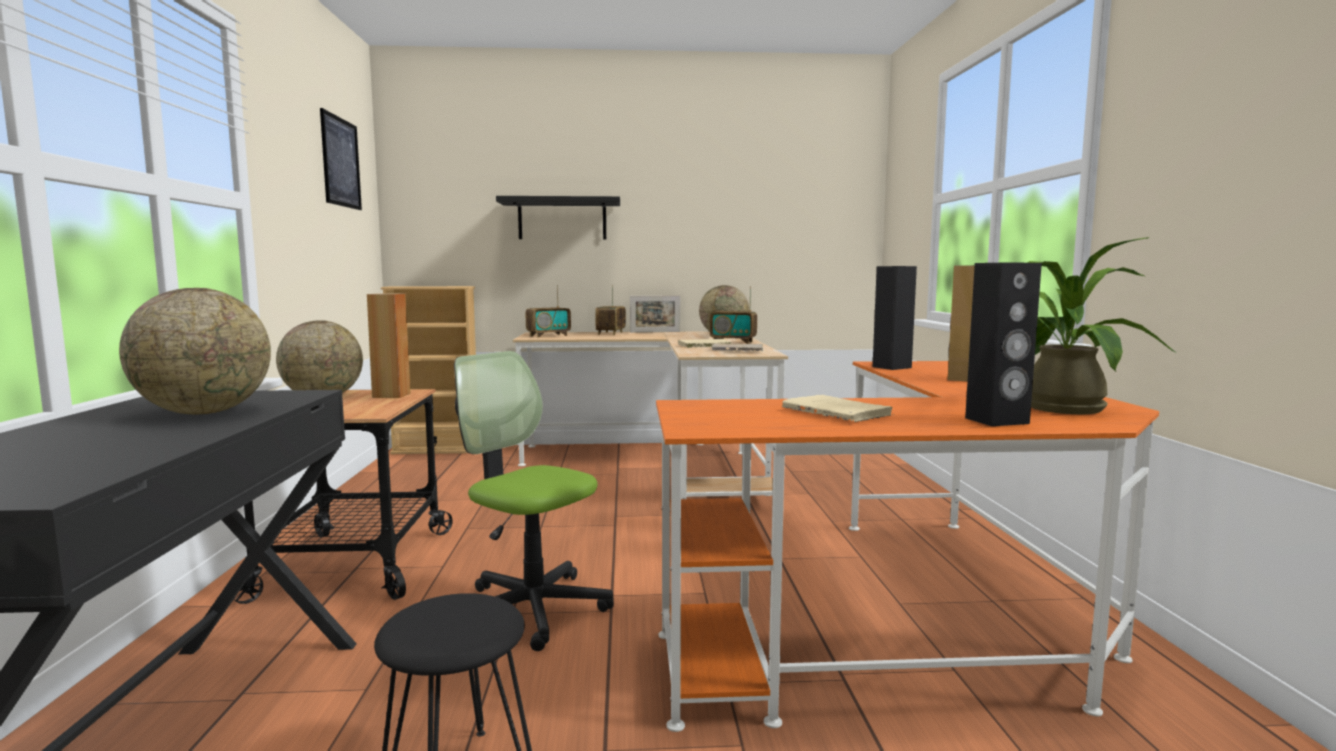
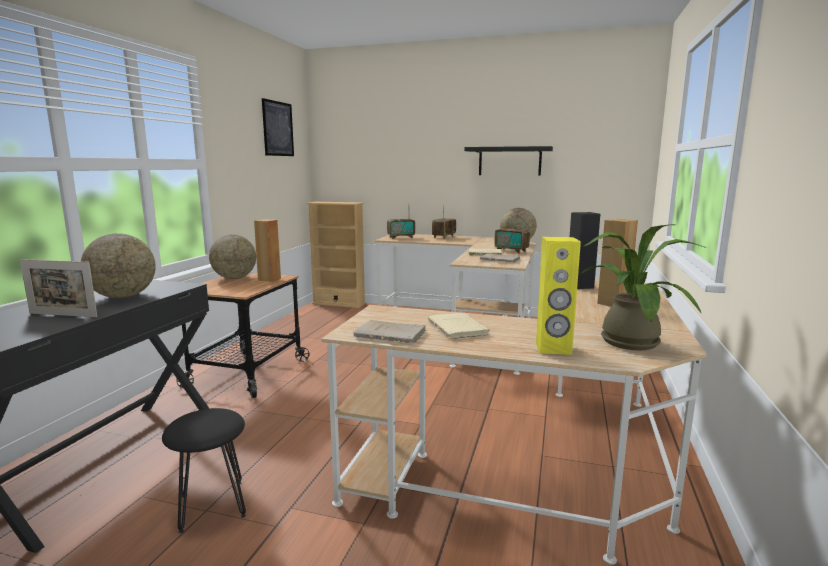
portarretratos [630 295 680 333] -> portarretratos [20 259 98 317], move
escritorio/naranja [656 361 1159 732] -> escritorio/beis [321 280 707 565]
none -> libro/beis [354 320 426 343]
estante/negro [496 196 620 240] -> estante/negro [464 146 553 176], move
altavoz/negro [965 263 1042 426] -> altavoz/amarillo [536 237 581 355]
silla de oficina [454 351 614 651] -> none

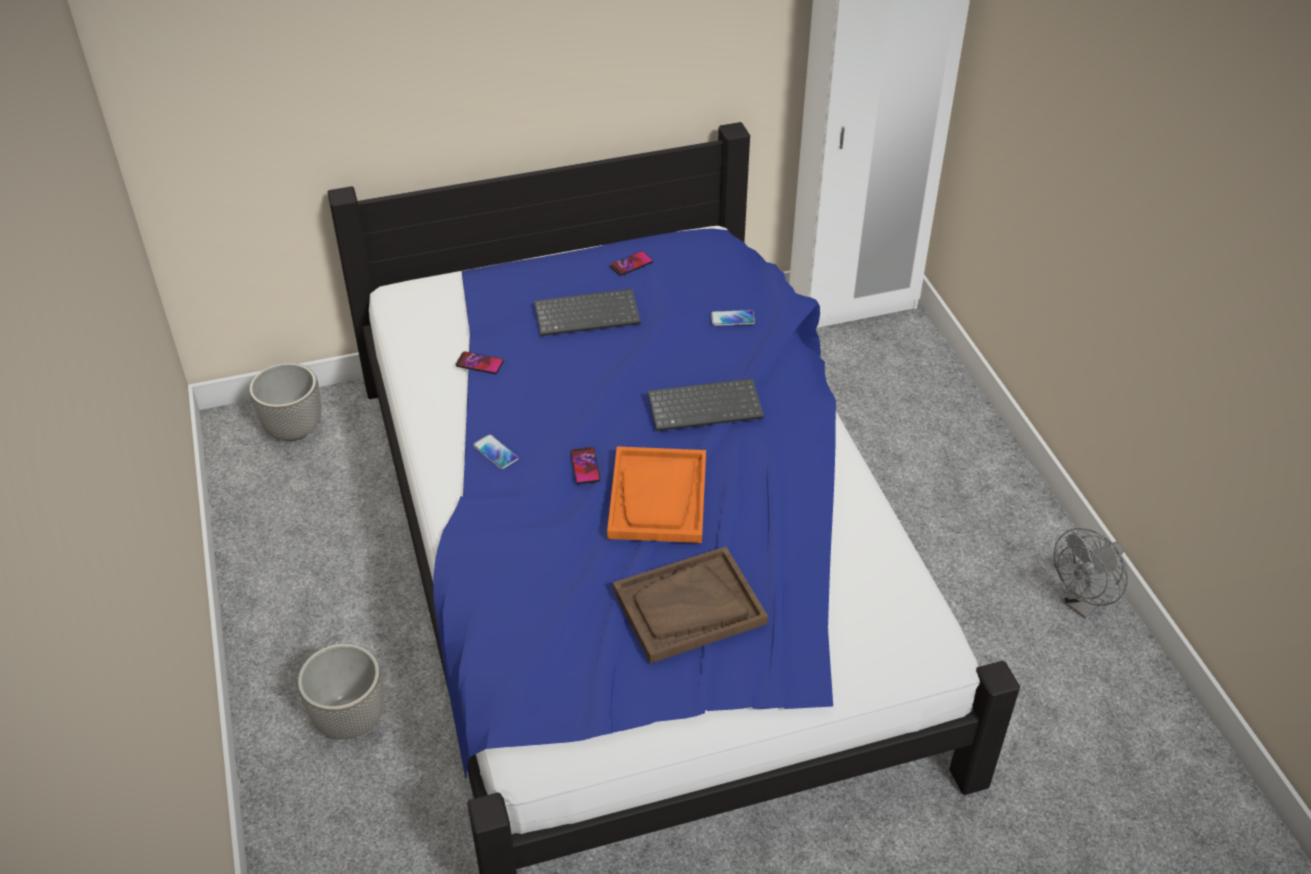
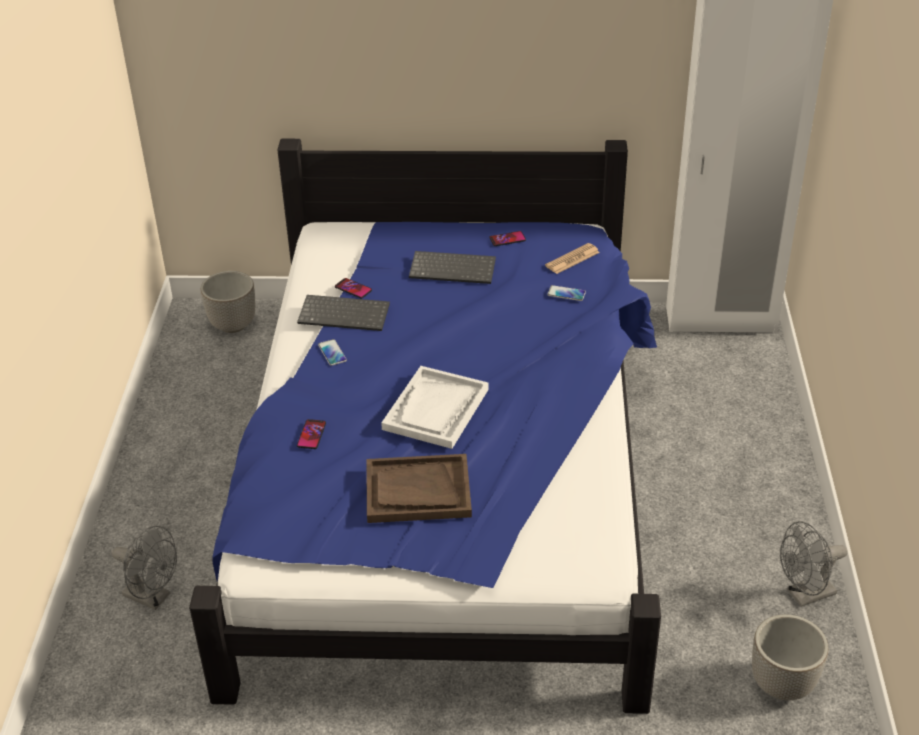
none -> ventilador/gris [112 526 177 610]
teclado [648 378 764 431] -> teclado [297 295 390 331], move
móvil [570 447 600 484] -> móvil [297 419 326 449], move
bandeja/naranja [607 446 706 543] -> bandeja/blanco [381 366 488 449]
none -> periódico [545 243 600 274]
maceta [298 644 384 740] -> maceta [752 615 828 700], move

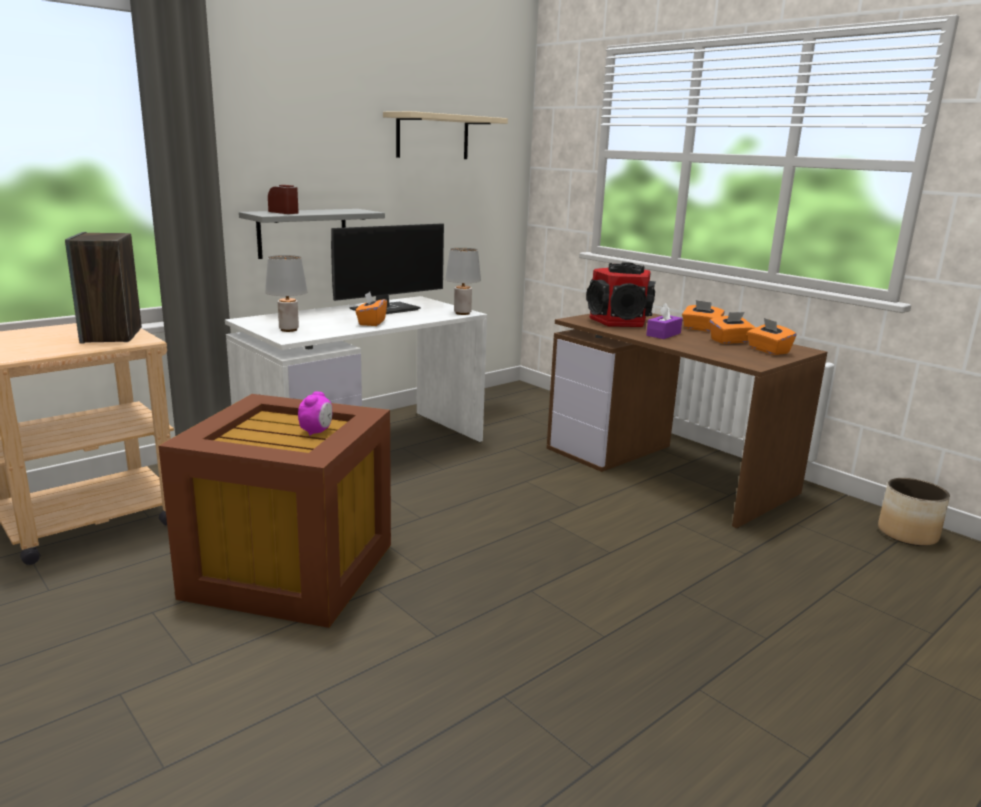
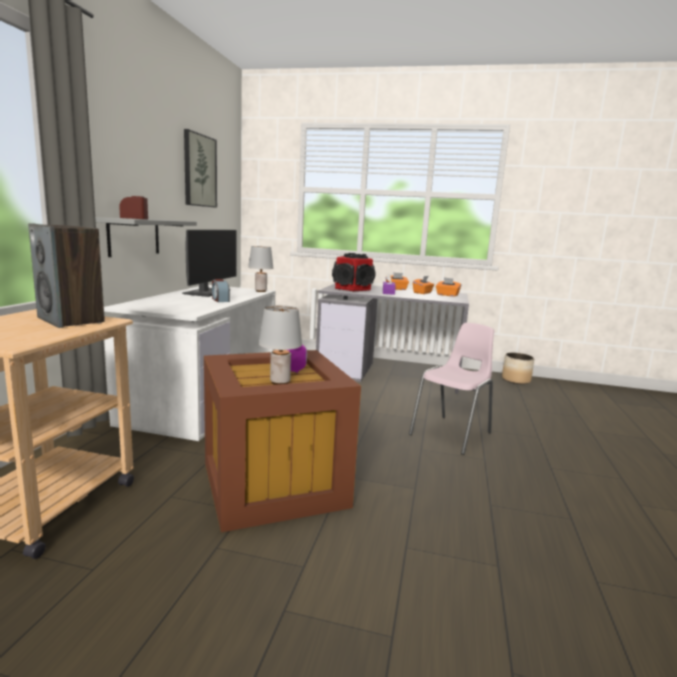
estante/beis [383 111 508 159] -> cuadro [184 129 217 208]
caja de pañuelos/naranja [355 292 387 326] -> despertador [212 279 230 302]
lámpara de mesa/gris [265 255 307 332] -> lámpara de mesa/gris [259 305 302 385], move
escritorio/marrón [547 313 827 528] -> escritorio/gris [316 283 469 394]
none -> silla/rosa [409 323 494 455]

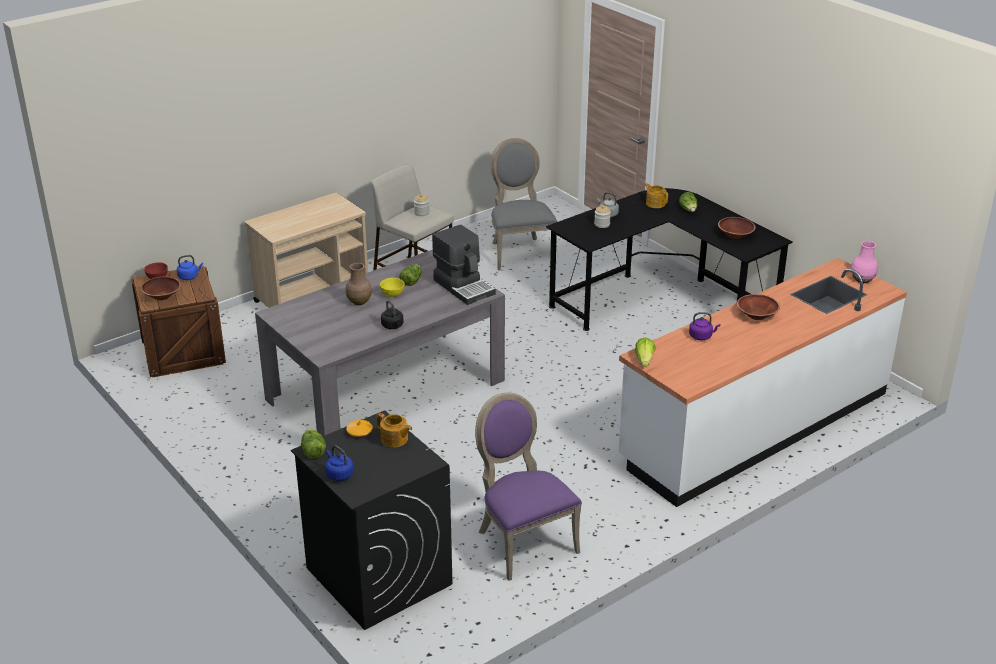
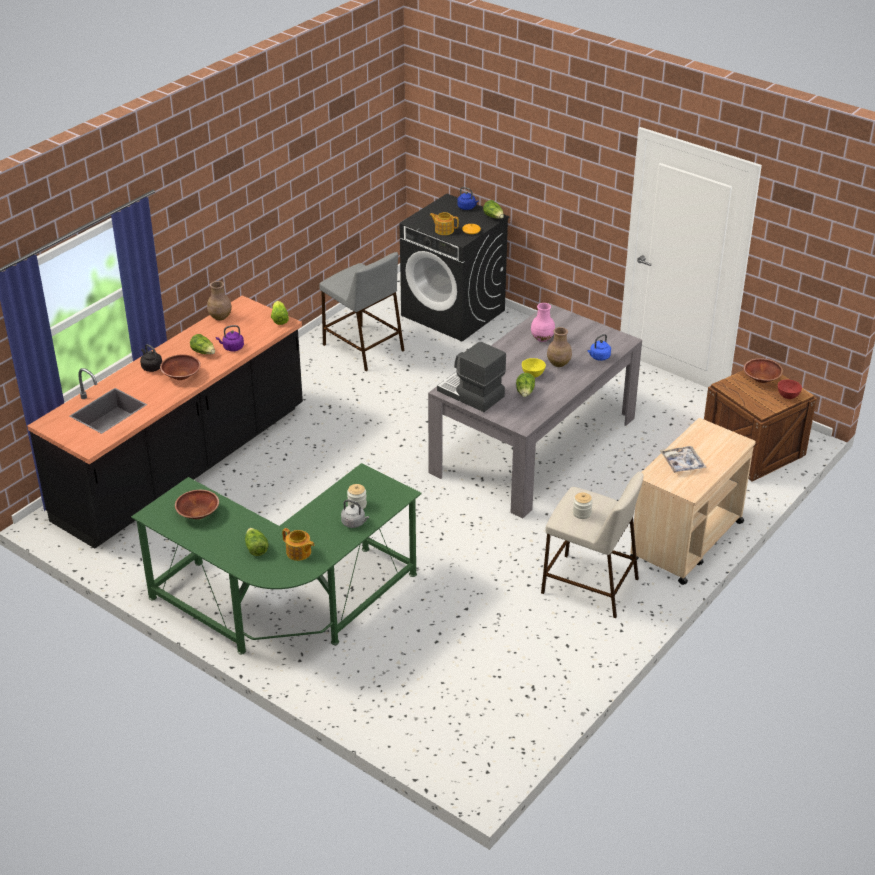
mueble bajo de cocina/blanco [618 258 907 507] -> mueble bajo de cocina/negro [27 295 303 548]
escritorio/negro [546 188 793 331] -> escritorio/verde [131 463 422 655]
hervidor/negro [381 300 403 329] -> hervidor/negro [140 344 162 372], move
none -> lechuga [190 334 215 354]
none -> florero/marrón [207 281 232 320]
silla/morado [475 393 582 581] -> taburete/gris [319 252 405 371]
florero/rosa [851 241 878 283] -> florero/rosa [531 303 555 342], move
hervidor/azul [177 255 203 280] -> hervidor/azul [587 334 611 361], move
none -> bandeja [660 446 706 473]
silla/gris [491 138 557 270] -> none

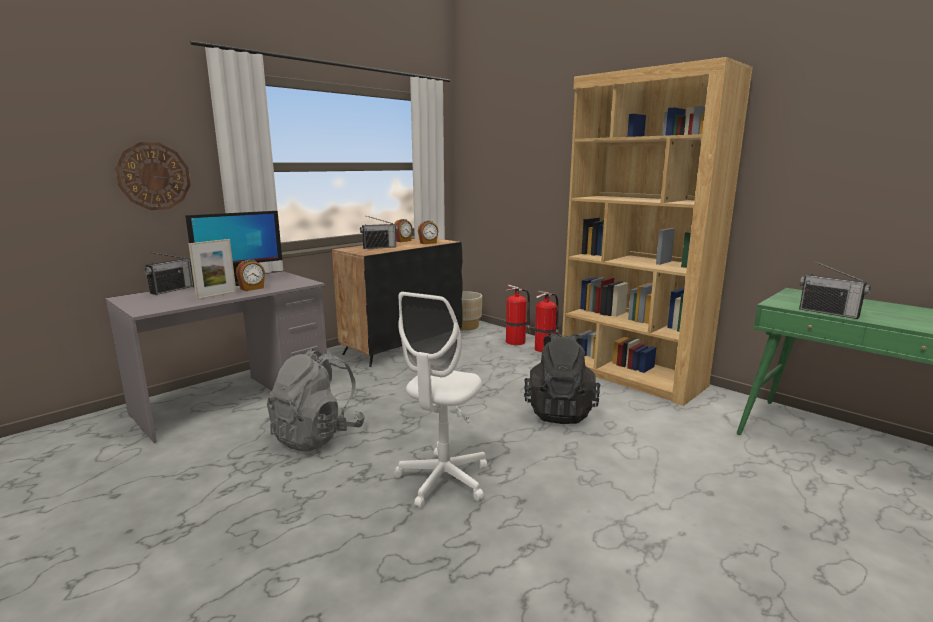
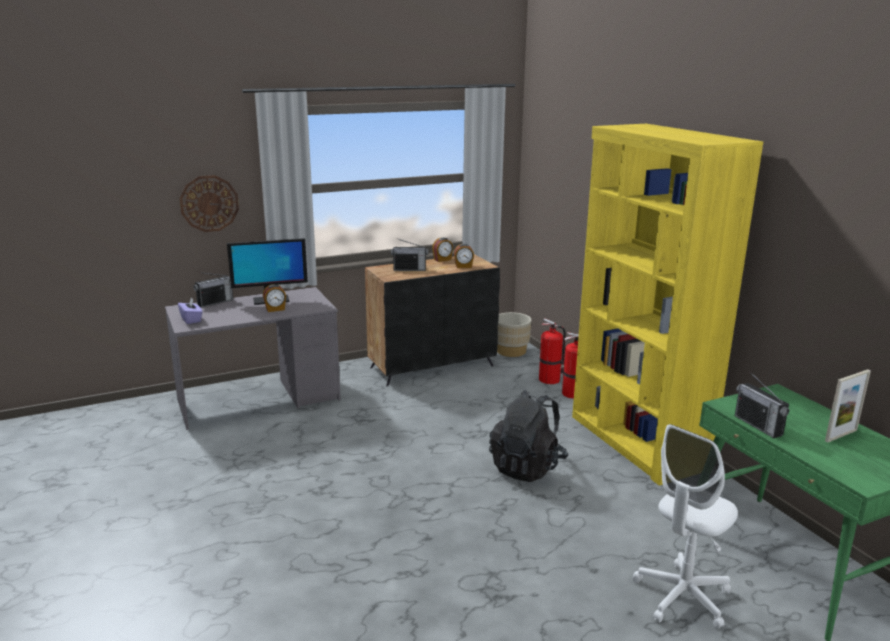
none -> caja de pañuelos/morado [178 298 203 324]
estantería/marrón [562 57 753 406] -> estantería/amarillo [572 124 763 486]
silla de oficina/blanco [394 292 487 509] -> silla de oficina/blanco [633 424 738 629], move
portarretratos [188 239 236 300] -> portarretratos [825 369 871 443], move
mochila/gris [267 348 365 452] -> none

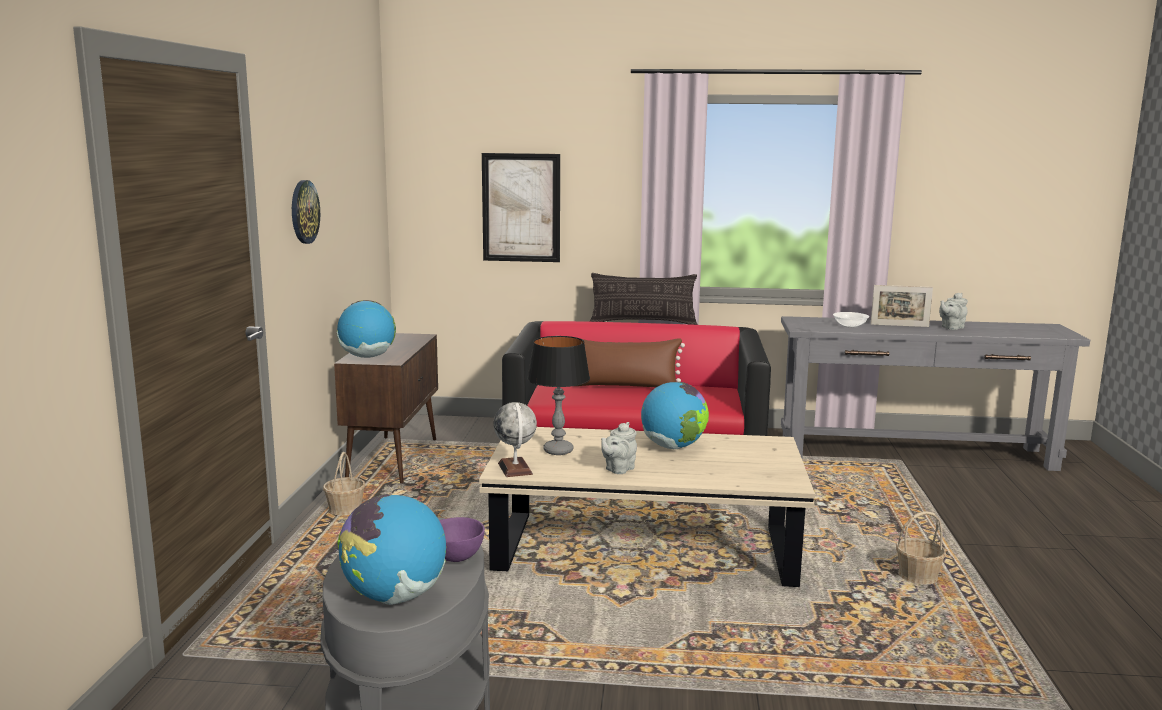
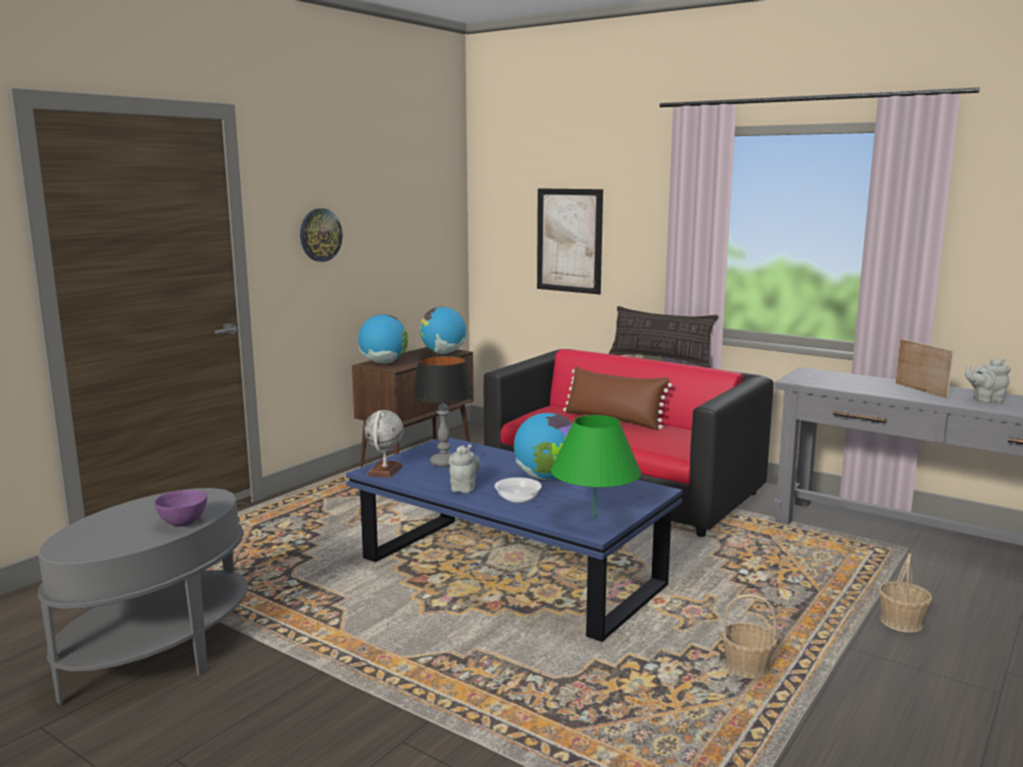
mesa de centro/beis [479 427 815 587] -> mesa de centro/azul [346 438 683 642]
globo terráqueo [337 494 446 605] -> globo terráqueo [420 306 466 354], move
tetera/gris [601 422 637 474] -> tetera/gris [449 444 480 493], 120 degrees clockwise
cuenco [833 312 869 328] -> cuenco [495 477 542 503], move
none -> lámpara de mesa/verde [550 415 641 517]
cesta [323 452 365 515] -> cesta [878 553 933 633], move
portarretratos [871 285 933 327] -> portarretratos [896 338 954 399], 150 degrees counterclockwise

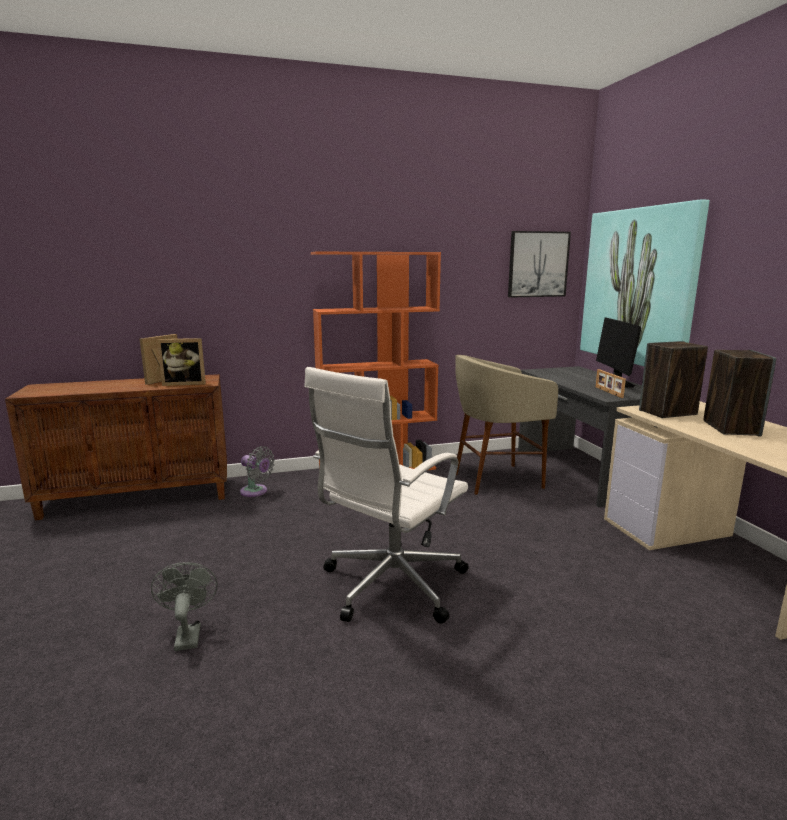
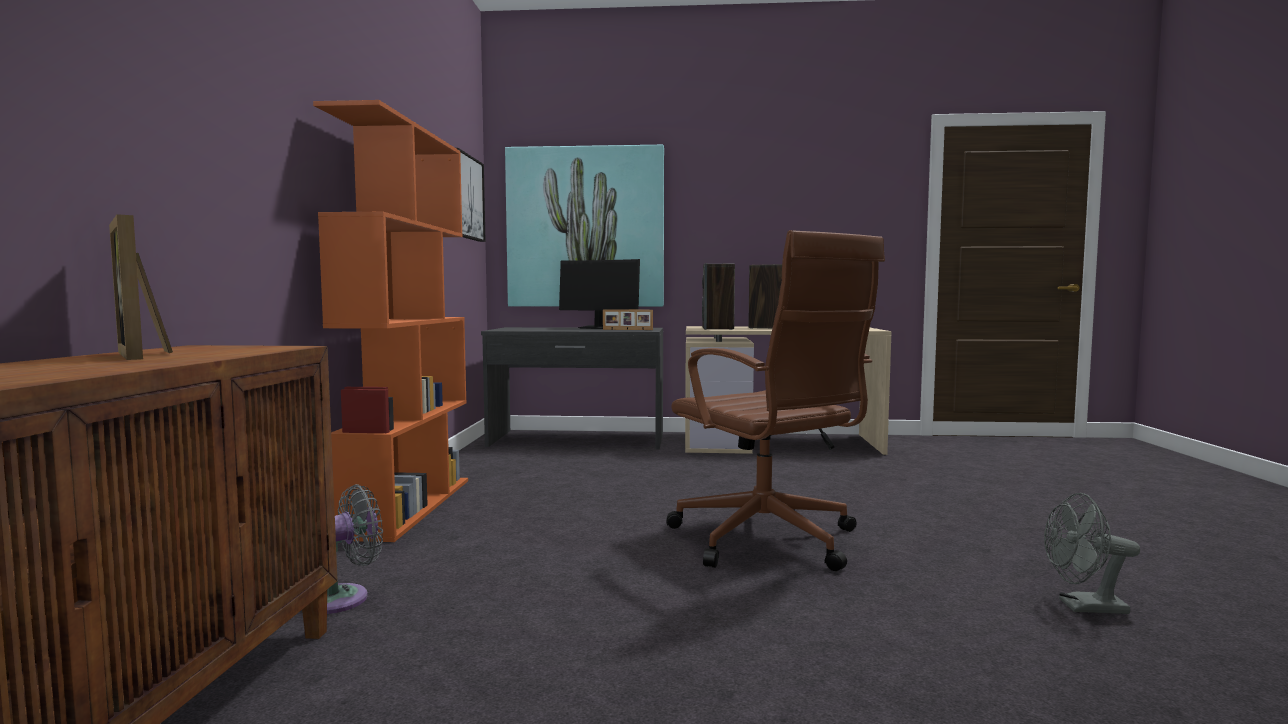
silla de oficina/blanco [304 367 469 624] -> silla de oficina/marrón [666 230 885 571]
ventilador/gris [151 562 217 651] -> ventilador/gris [1044 493 1140 614], move
portarretratos [157 338 206 386] -> none
taburete/beis [455 355 558 495] -> none

